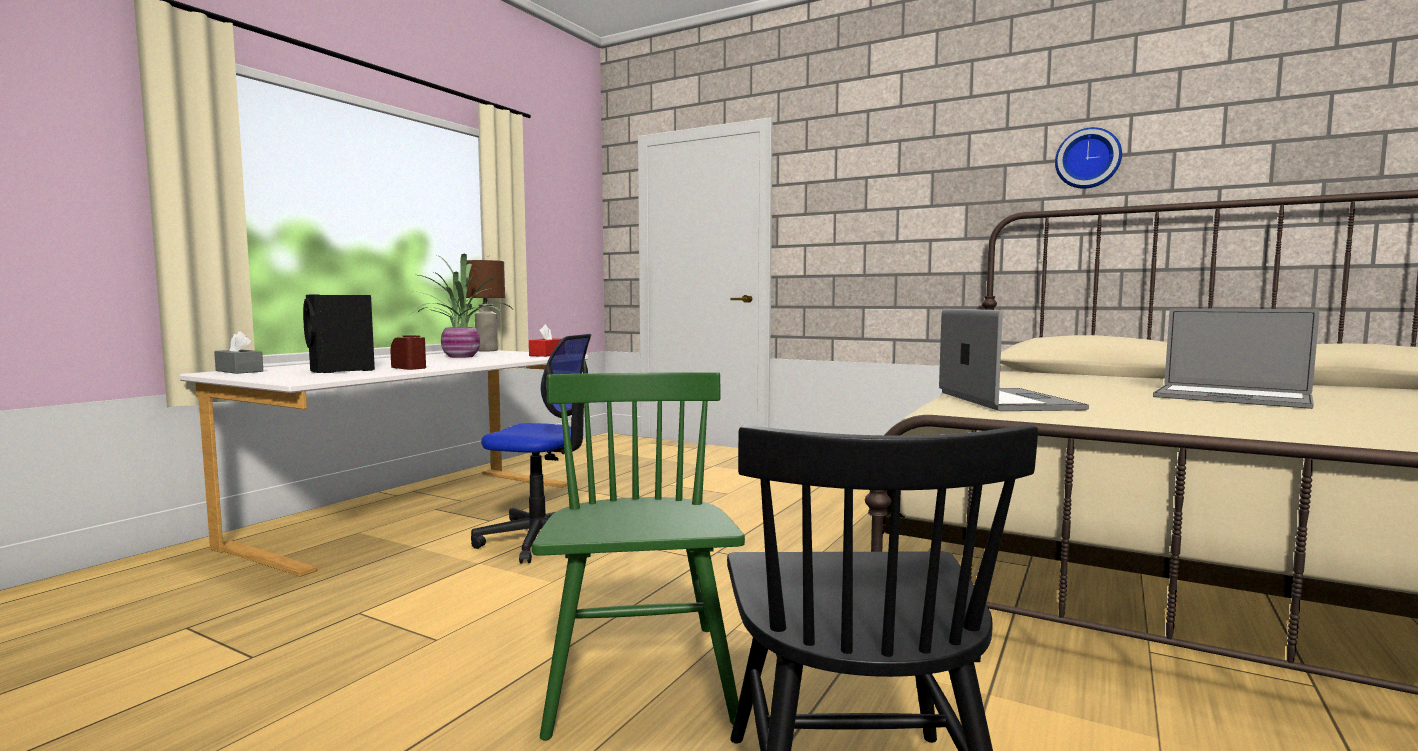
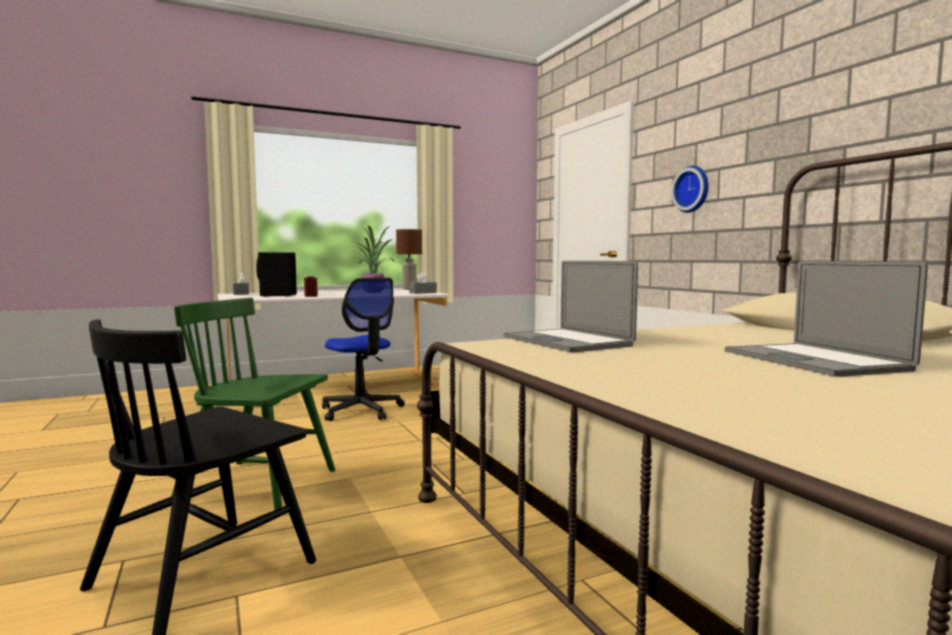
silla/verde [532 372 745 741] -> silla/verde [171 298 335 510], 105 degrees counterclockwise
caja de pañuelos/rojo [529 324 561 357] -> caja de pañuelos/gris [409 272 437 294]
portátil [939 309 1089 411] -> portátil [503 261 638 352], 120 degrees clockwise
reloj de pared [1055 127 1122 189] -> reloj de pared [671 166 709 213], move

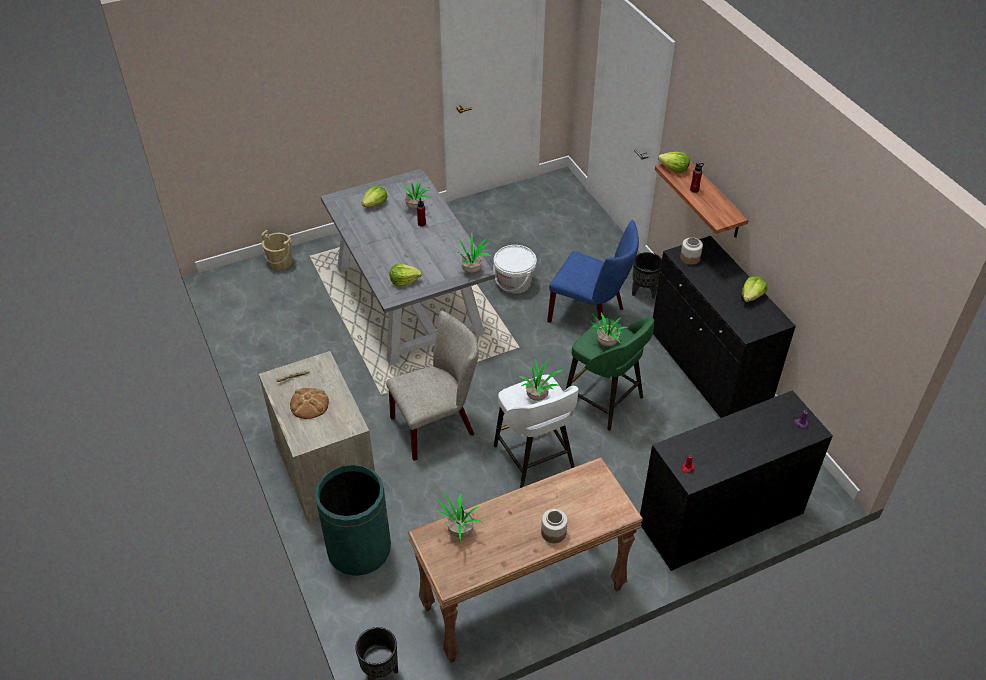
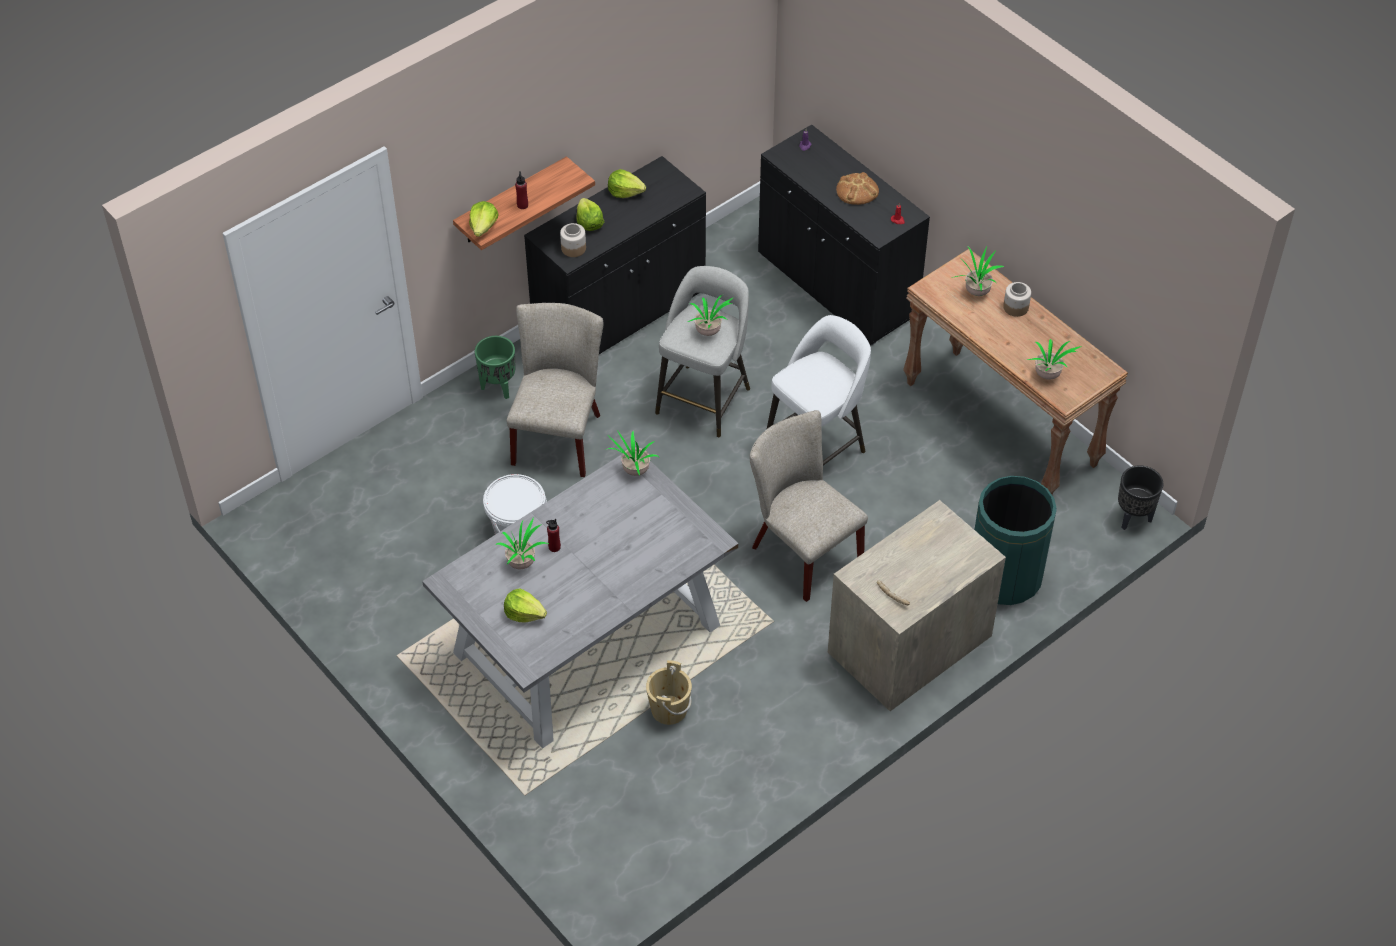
maceta/negro [632 252 662 299] -> maceta/verde [475 336 515 399]
silla/azul [547 220 639 323] -> silla/beis [507 303 603 477]
lechuga [390 264 422 287] -> lechuga [576 198 604 231], move
cubo/beis [261 230 292 270] -> cubo/beis [646 660 692 725], move
taburete/verde [566 317 654 430] -> taburete/gris [655 266 750 437]
pan [290 388 329 419] -> pan [836 172 879 205], move
planta en maceta [519 359 562 401] -> planta en maceta [952 245 1004 296], move

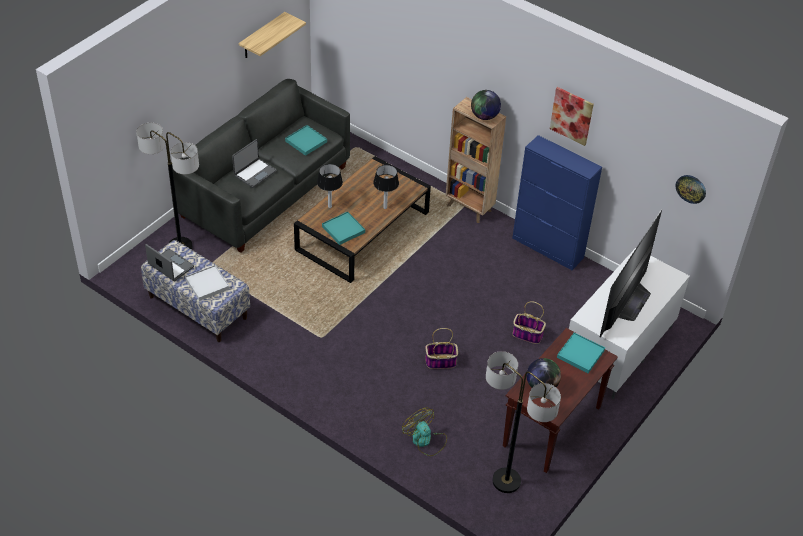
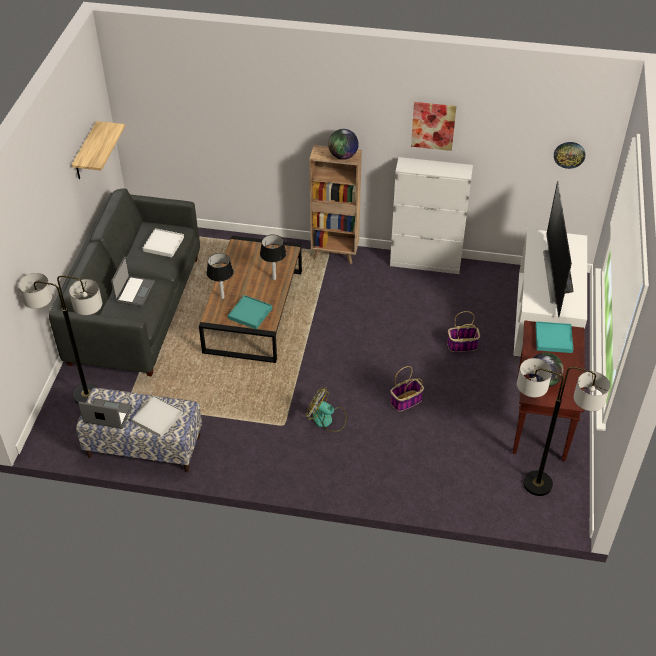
bandeja/turquesa [285 125 327 156] -> bandeja/blanco [143 228 184 258]
ventilador [402 407 447 456] -> ventilador [306 387 347 432], move
armario/azul [512 135 602 270] -> armario/blanco [390 157 473 274]

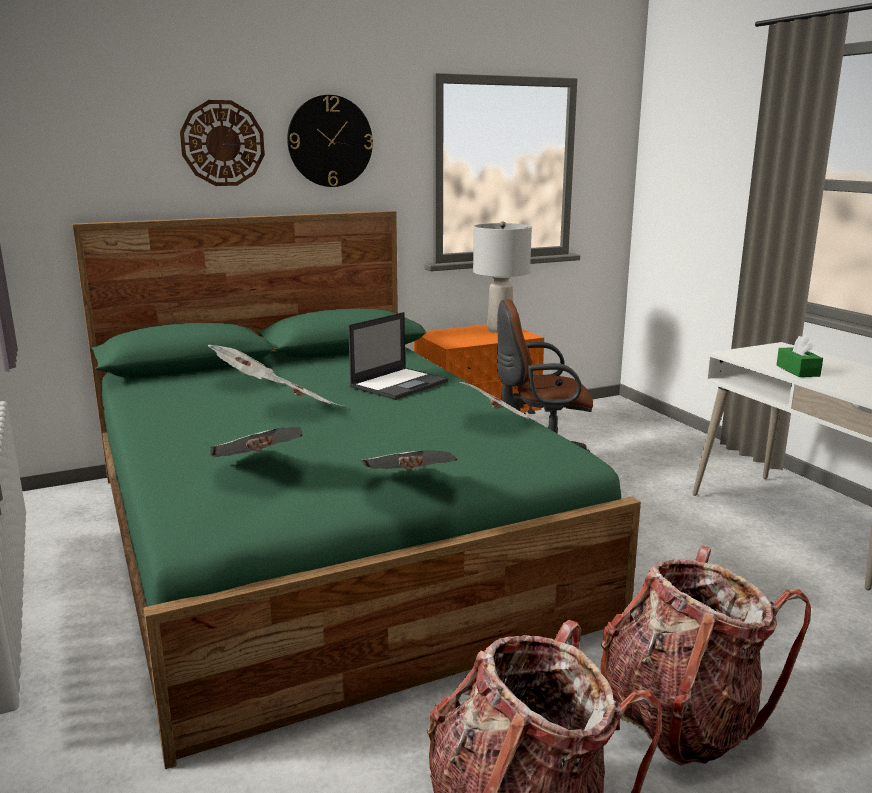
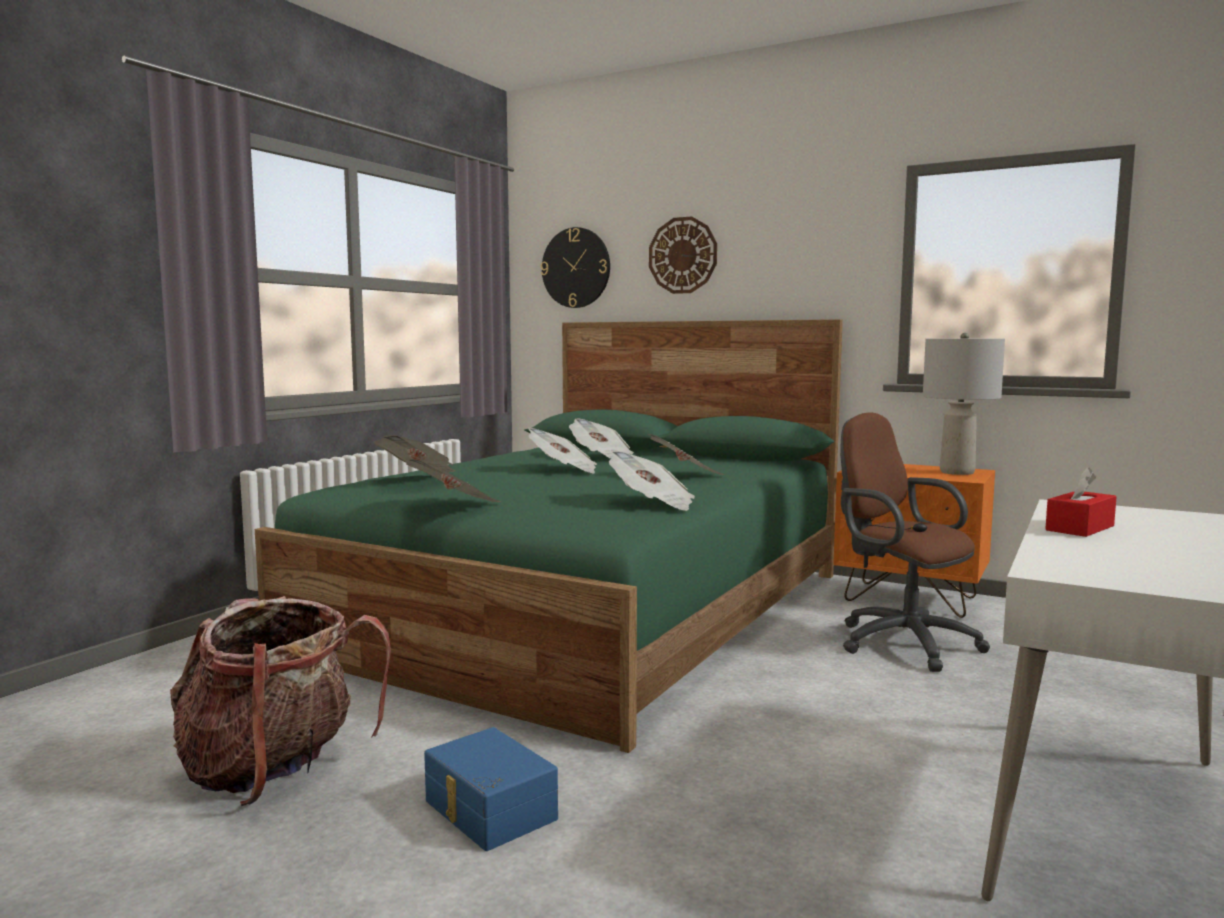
mochila [600 546 811 766] -> caja de almacenaje/azul [424 727 558 851]
reloj de pared [287 95 373 187] -> reloj de pared [541 227 610 308], move
portátil [348 312 448 400] -> periódico [647 434 725 475]
caja de pañuelos/verde [776 335 823 377] -> caja de pañuelos/rojo [1045 467 1117 537]

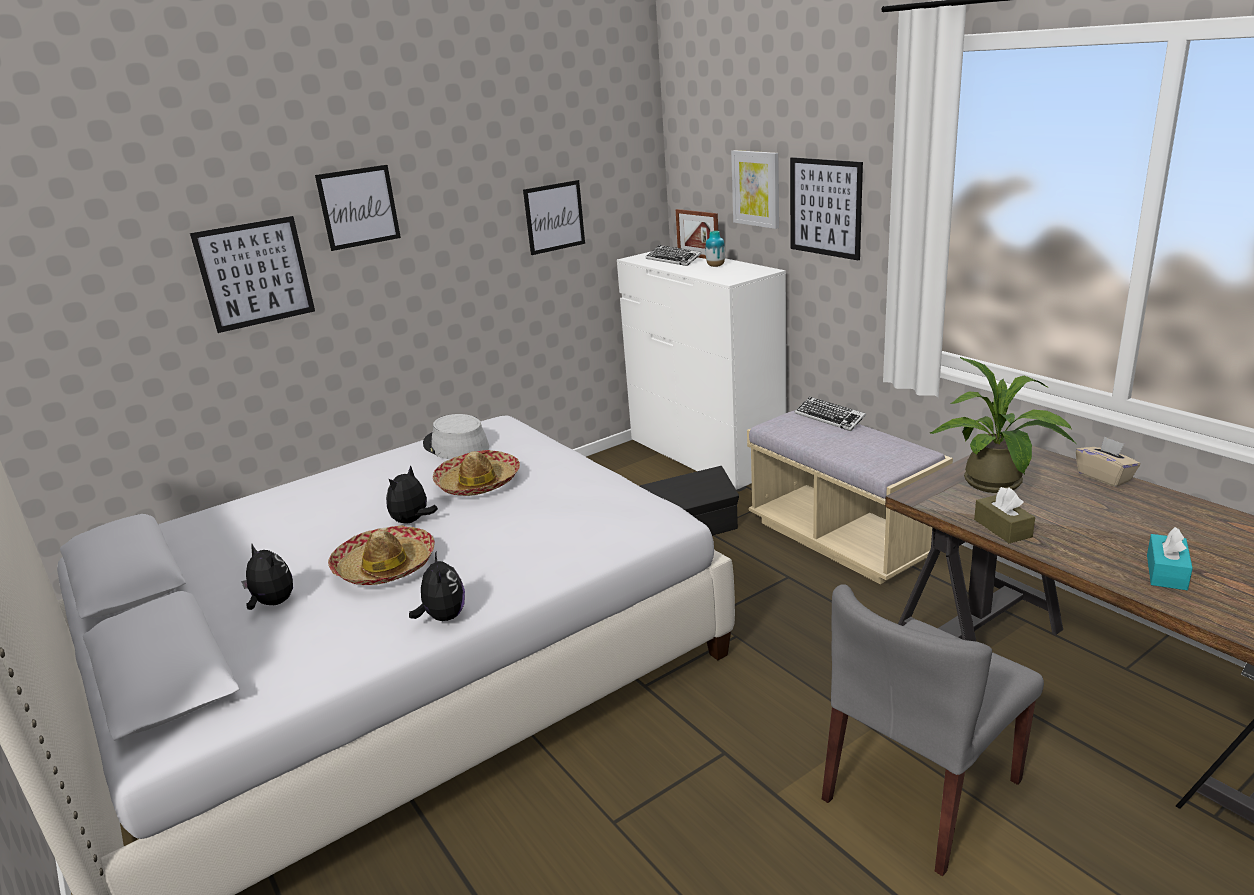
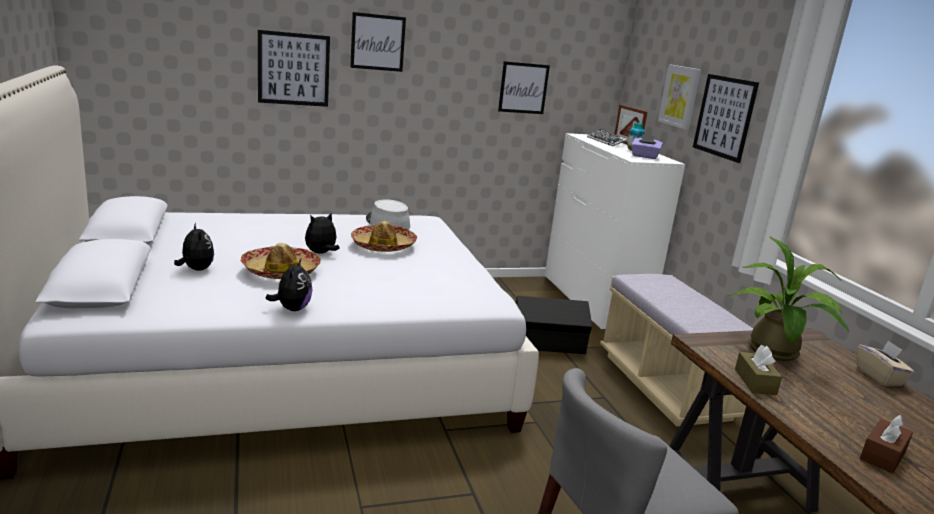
none -> caja de pañuelos/morado [631 134 663 159]
caja de pañuelos/turquesa [1147 527 1193 590] -> caja de pañuelos/marrón [860 415 913 474]
teclado [795 397 866 431] -> none

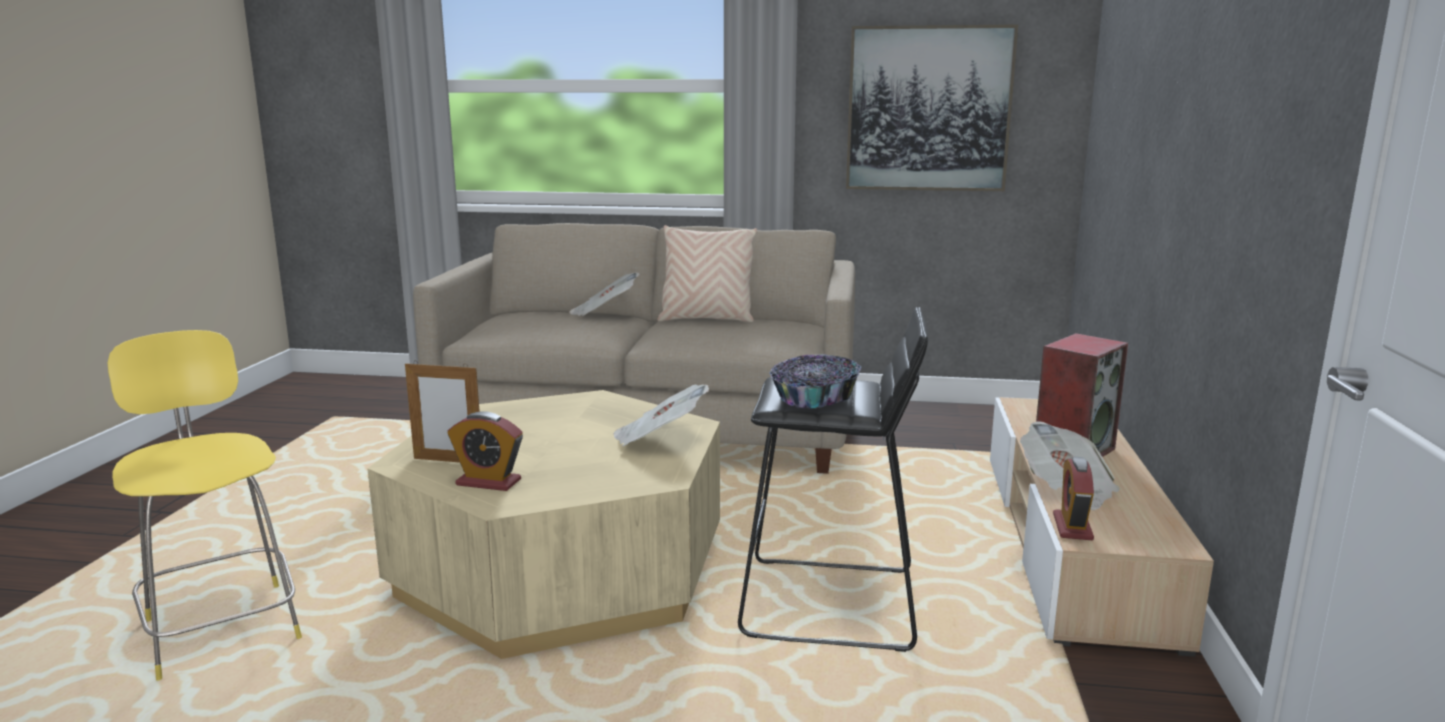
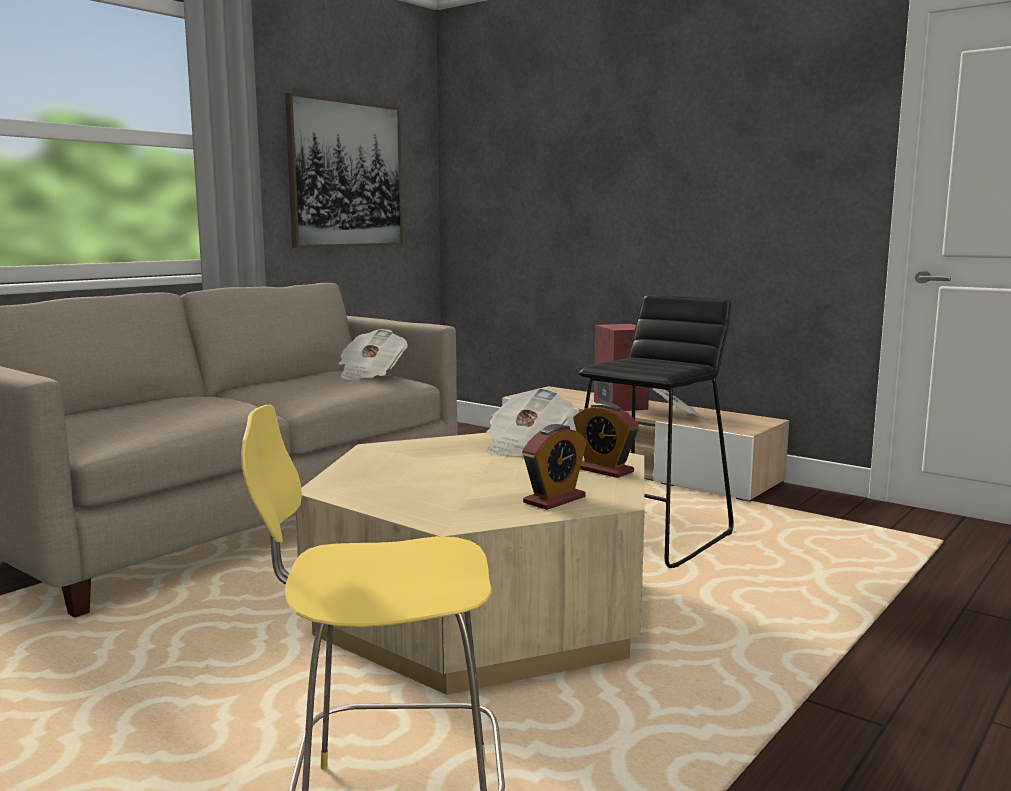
periódico [569 272 640 316] -> periódico [338 329 408 380], move
despertador [1053 457 1094 540] -> despertador [573 402 639 478], move
portarretratos [405 362 480 463] -> none
cojín/beis [657 225 757 322] -> none
cuenco [769 355 861 409] -> none

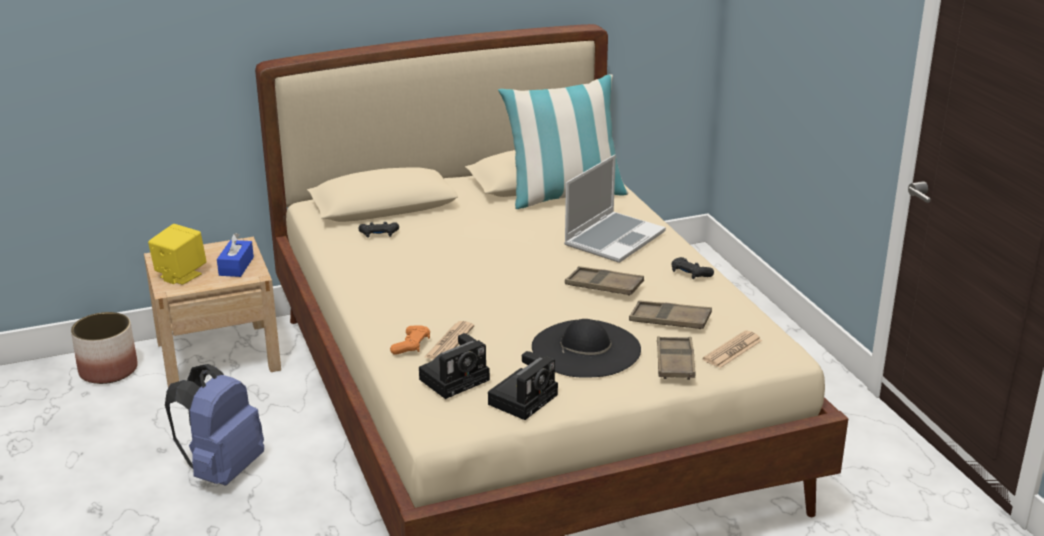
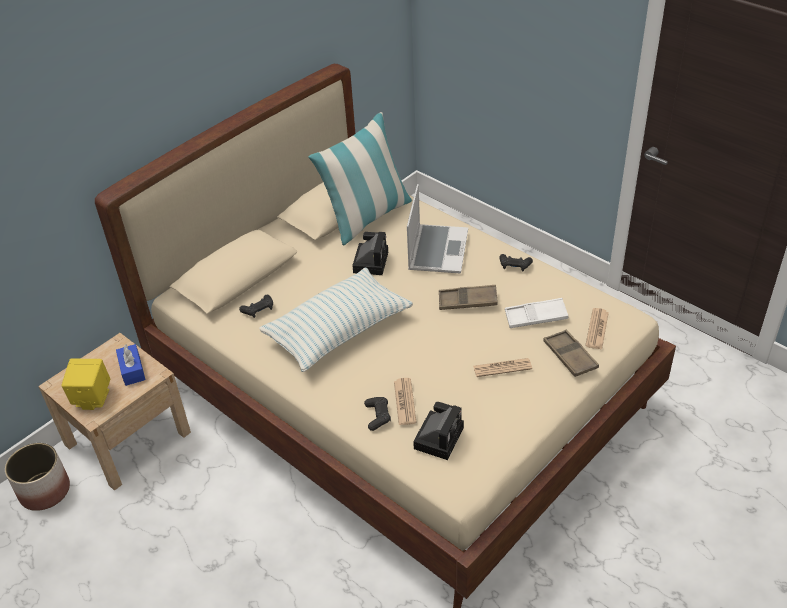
none -> cojín [259 267 413 372]
cámara [488 351 558 420] -> cámara [352 232 388 275], move
mando de consola/naranja [390 325 430 355] -> mando de consola/negro [364 397 391 431]
sombrero/negro [532 319 641 378] -> periódico [473 358 532 377]
bandeja/marrón [629 301 712 329] -> bandeja/blanco [505 298 568 328]
mochila/azul [165 364 264 486] -> none

